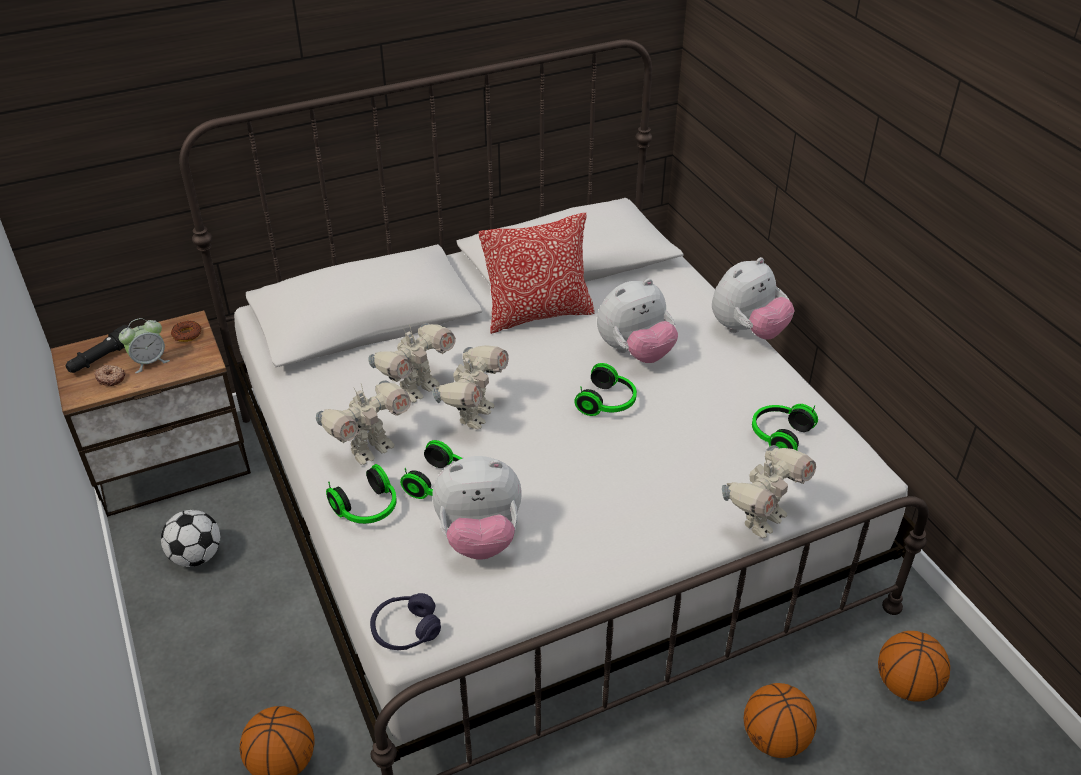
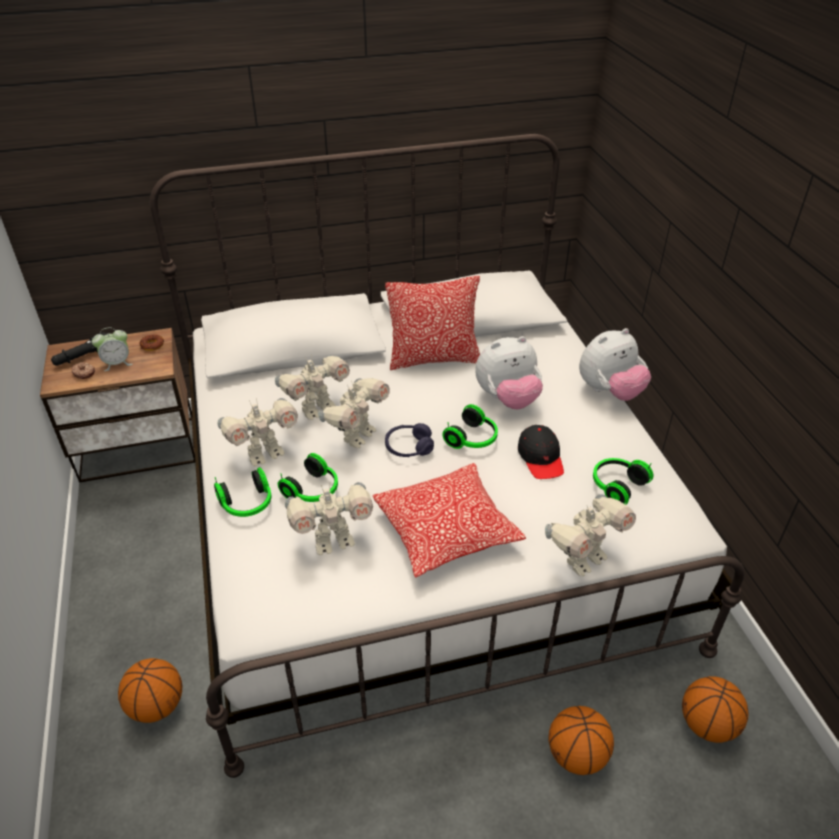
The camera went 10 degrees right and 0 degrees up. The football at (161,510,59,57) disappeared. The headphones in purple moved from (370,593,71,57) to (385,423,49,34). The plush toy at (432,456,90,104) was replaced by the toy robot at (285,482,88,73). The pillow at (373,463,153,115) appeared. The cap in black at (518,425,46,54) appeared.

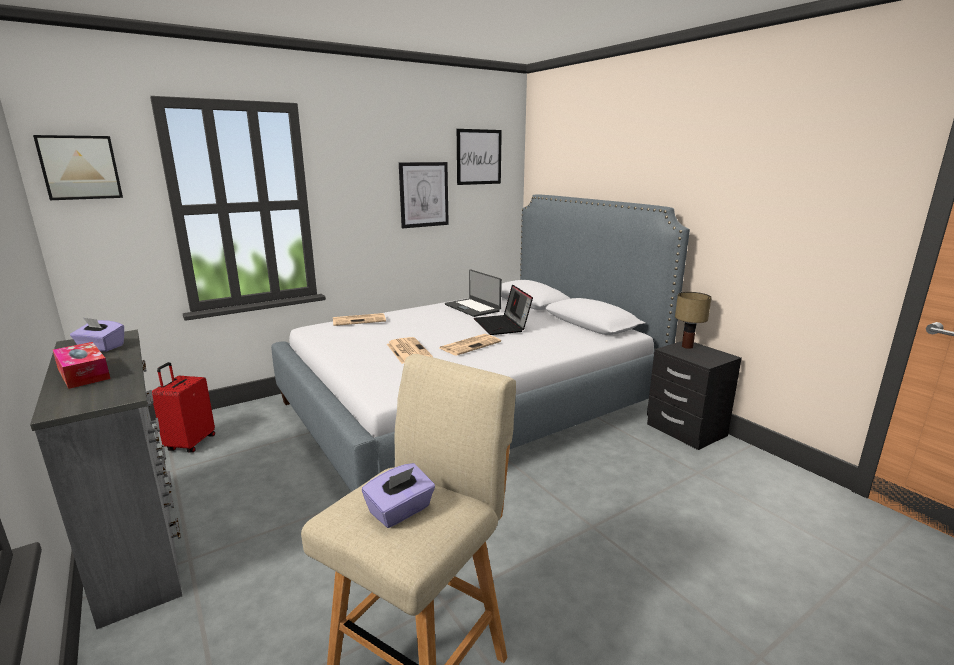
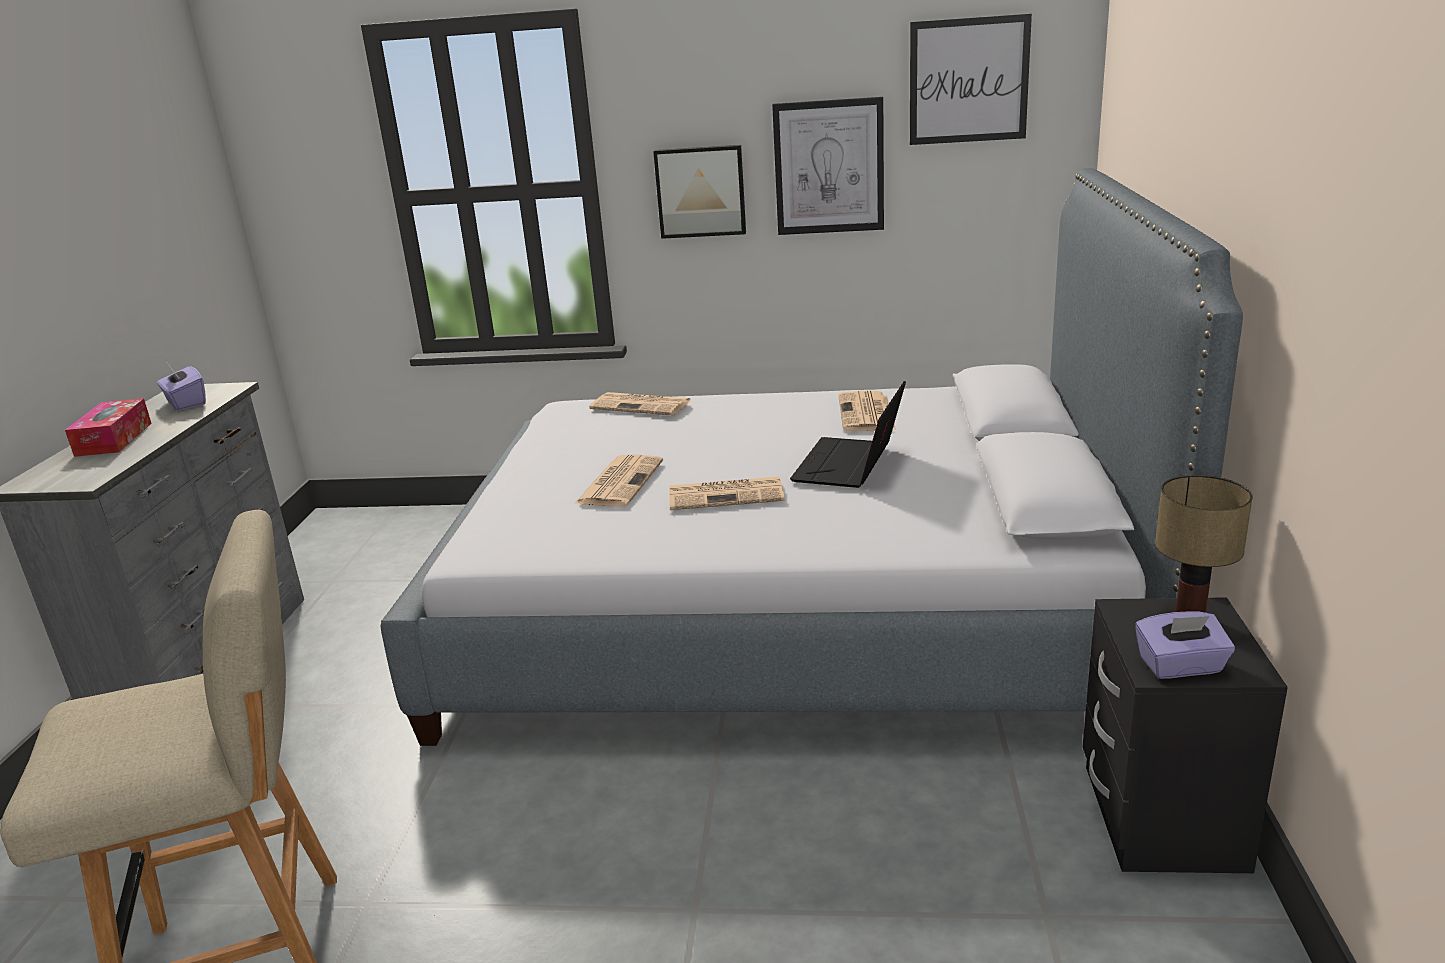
The camera went 40 degrees right and 5 degrees up. The picture moved from (33,135,90,65) to (653,145,93,94). The suitcase in red at (152,362,63,91) disappeared. The tissue box in purple moved from (362,463,73,65) to (1135,611,100,68). The laptop at (445,269,57,48) was replaced by the newspaper at (838,391,58,40).

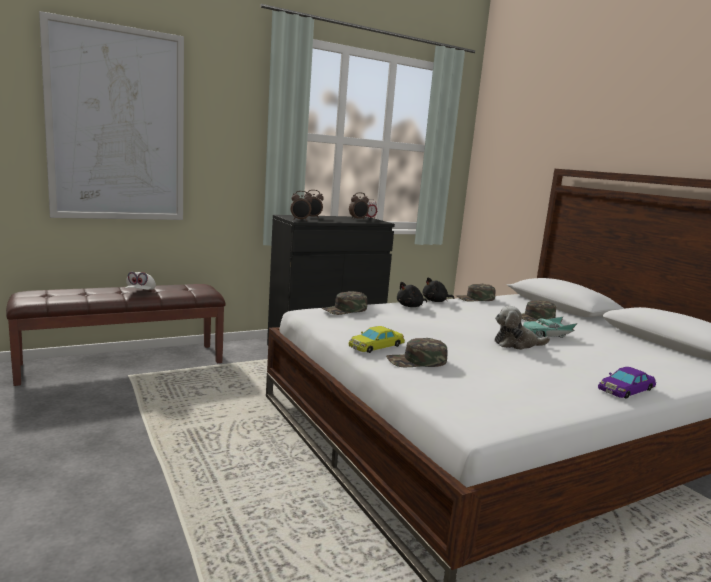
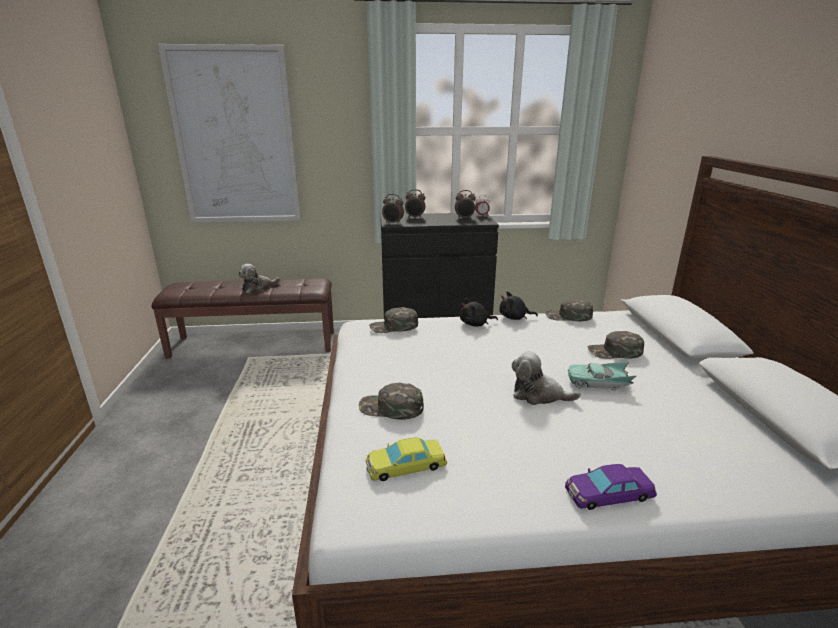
The camera went 25 degrees right and 10 degrees up. The cap in white at (125,272,31,18) was replaced by the plush toy at (238,264,42,30). The toy car in yellow moved from (349,326,56,27) to (366,437,81,44).

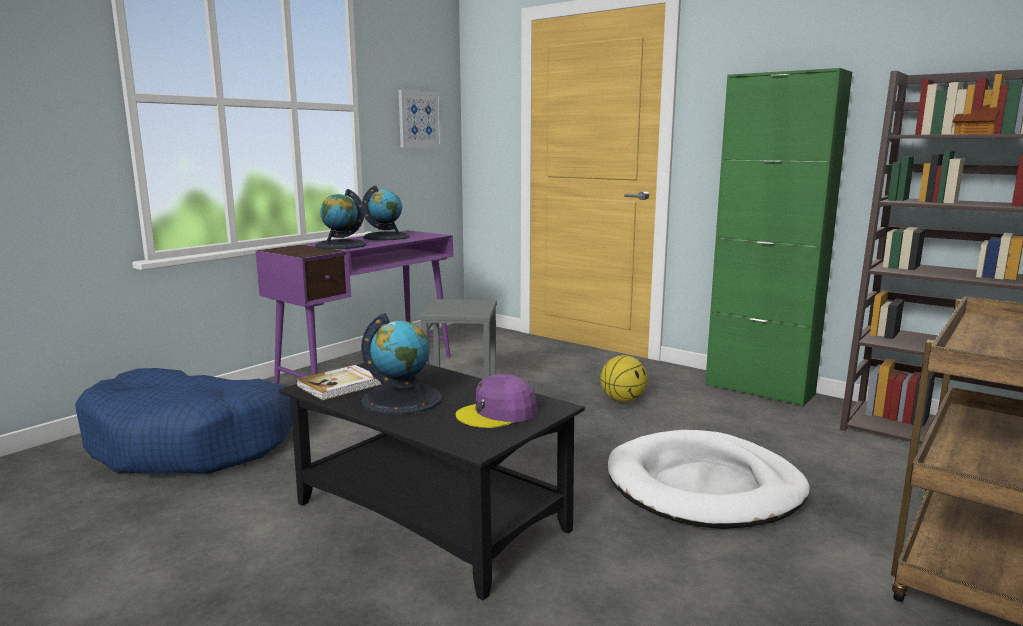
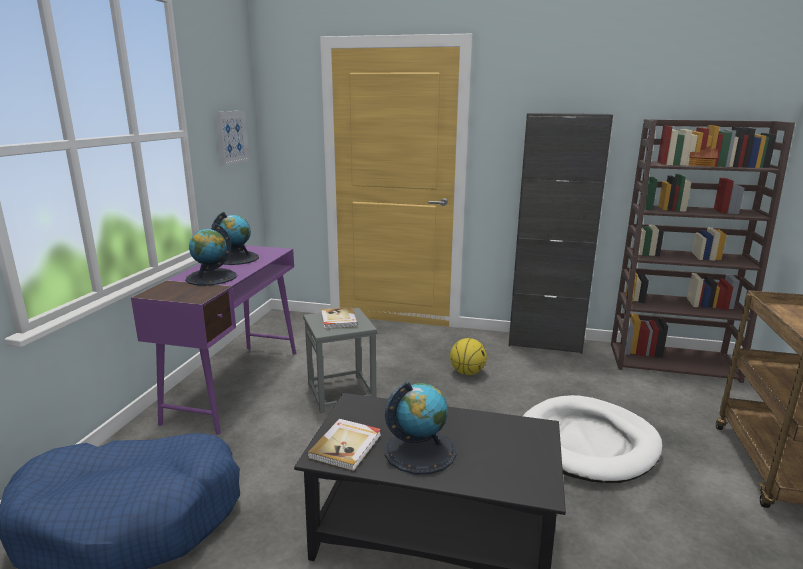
The camera went 25 degrees left and 5 degrees up. The cap in purple at (456,374,81,54) disappeared. The cabinet in green at (705,68,147,339) became the cabinet in black at (509,113,104,241). The book at (321,307,37,22) appeared.

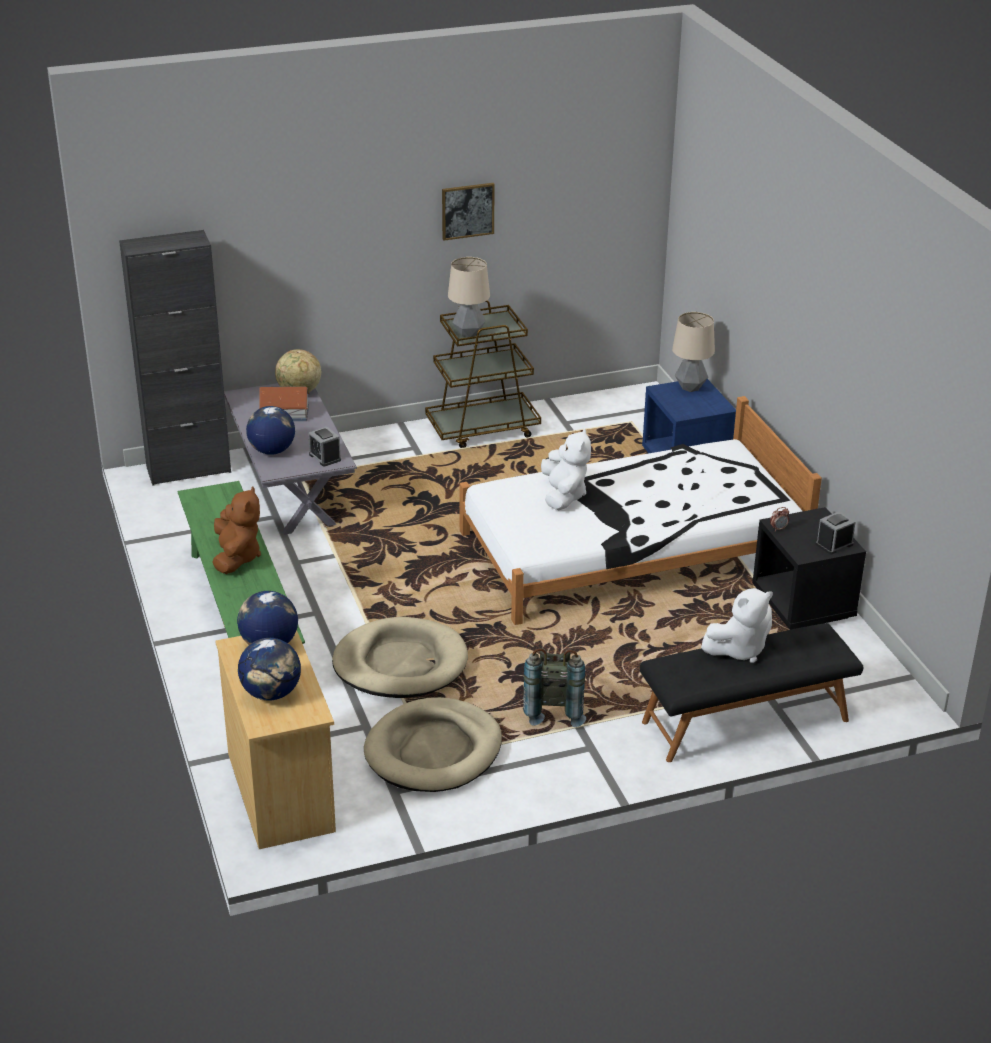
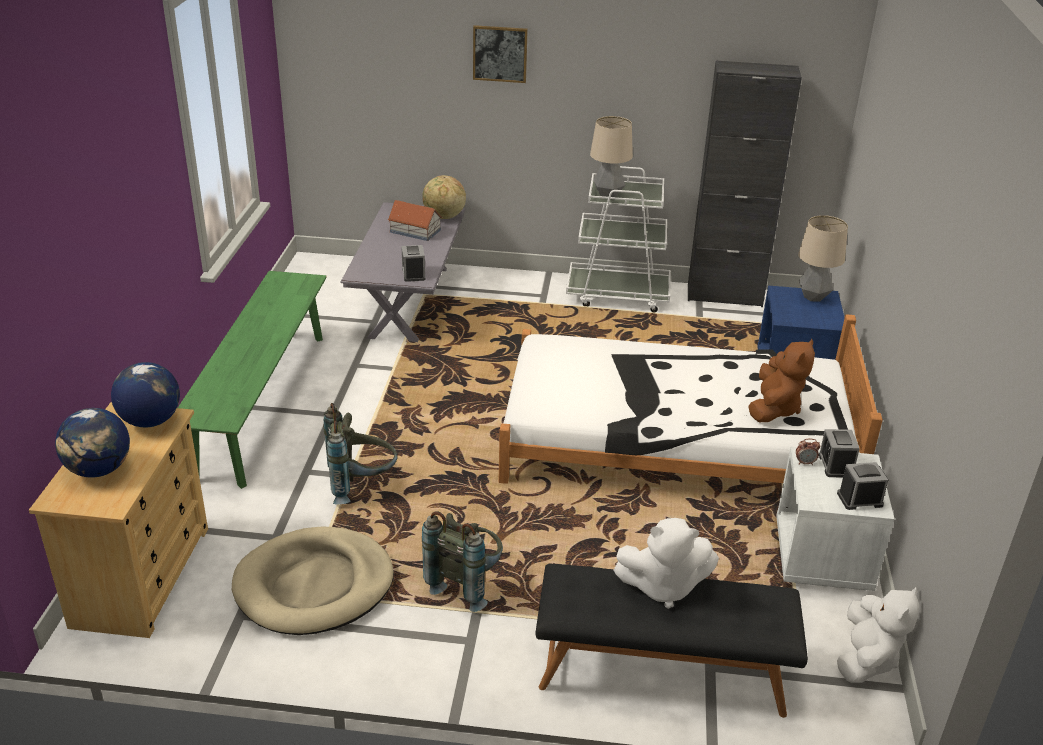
The camera went 25 degrees right and 0 degrees up. The cabinet in black moved from (119,230,112,256) to (688,61,114,246). The plush toy in brown moved from (212,486,49,88) to (748,339,67,83). The globe at (246,406,49,49) disappeared. The dog bed in beige at (332,617,136,81) was replaced by the backpack in grey at (323,403,74,101). The cart in brown at (425,300,116,148) became the cart in white at (566,166,105,147). The picture moved from (442,183,53,58) to (473,25,55,58). The plush toy in white moved from (541,428,50,82) to (837,587,83,96). The nightstand in black at (752,507,114,123) became the nightstand in white at (776,447,119,144). The alarm clock at (819,429,41,48) appeared.

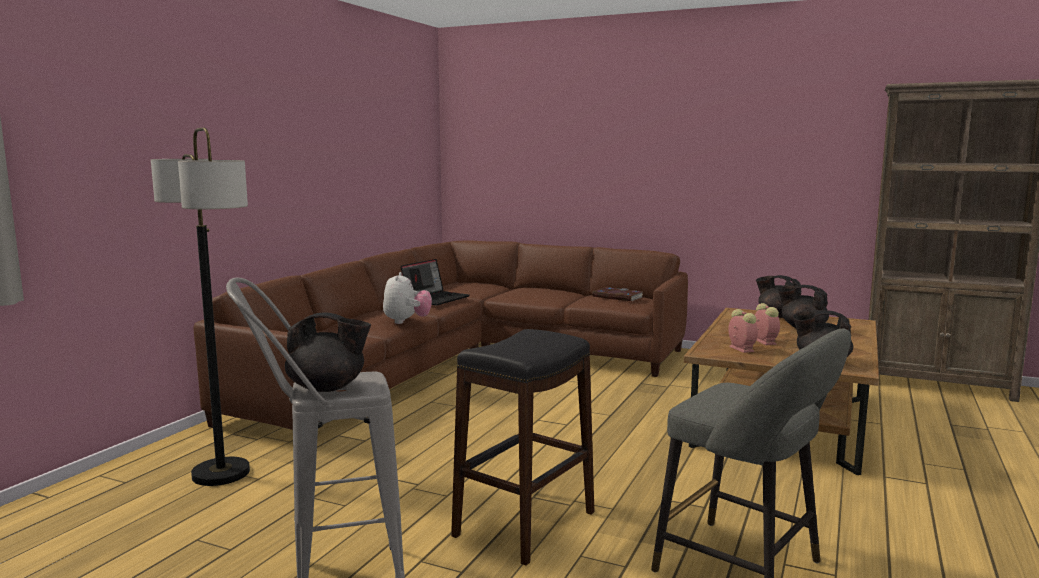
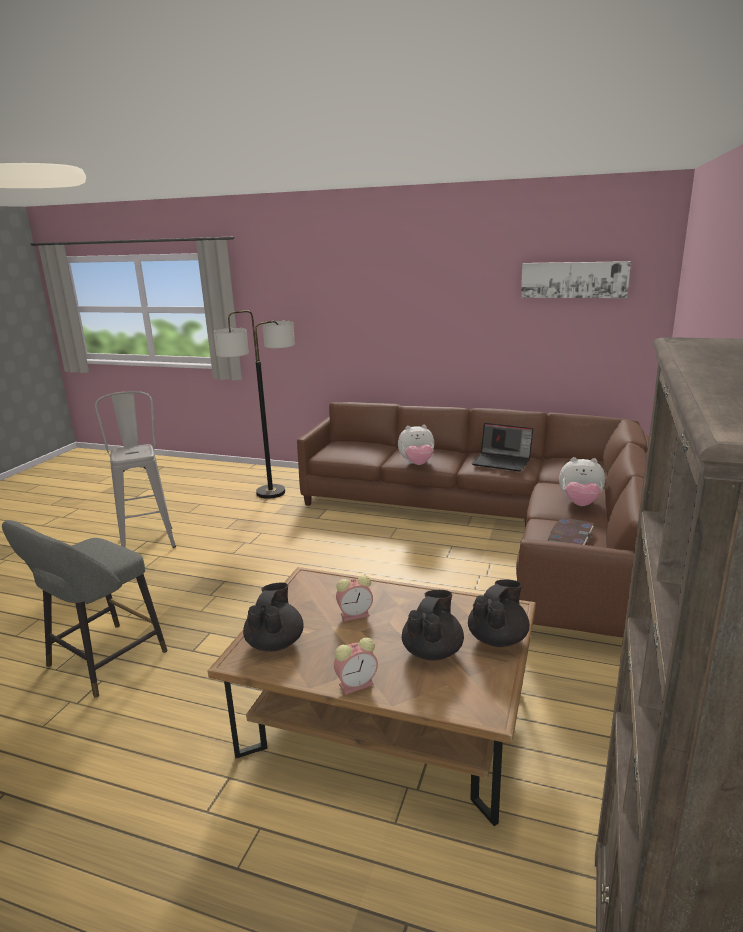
The camera went 85 degrees right and 10 degrees up. The teapot in black at (285,312,86,80) disappeared. The stool in black at (451,329,143,237) disappeared. The alarm clock moved from (728,309,30,44) to (334,638,44,57). The picture at (521,261,110,37) appeared. The plush toy at (559,457,46,49) appeared.

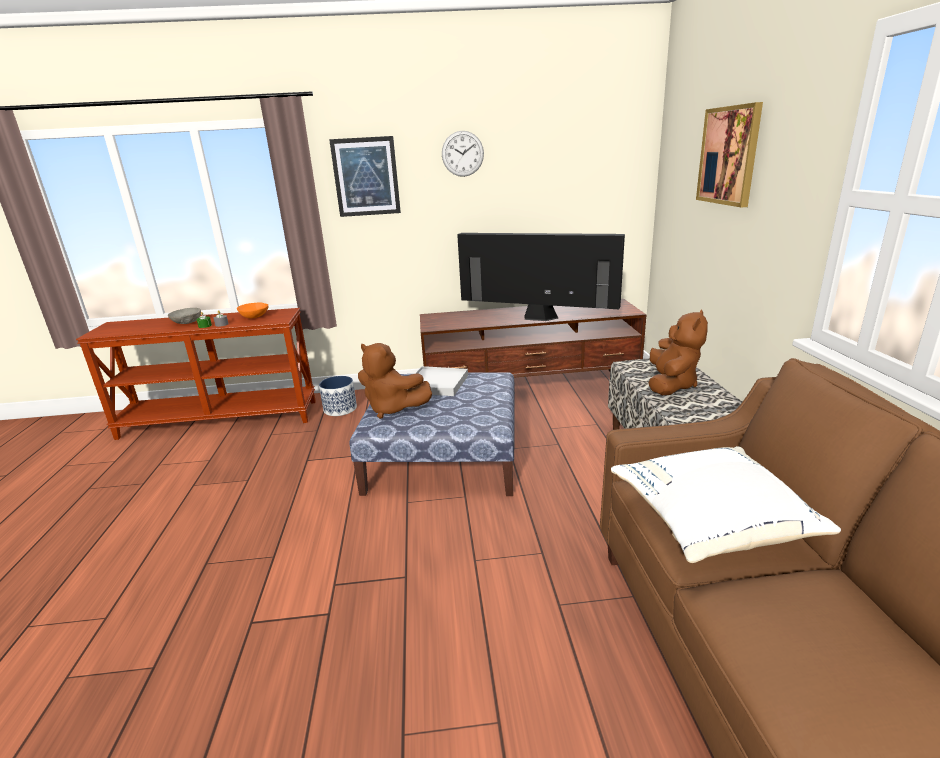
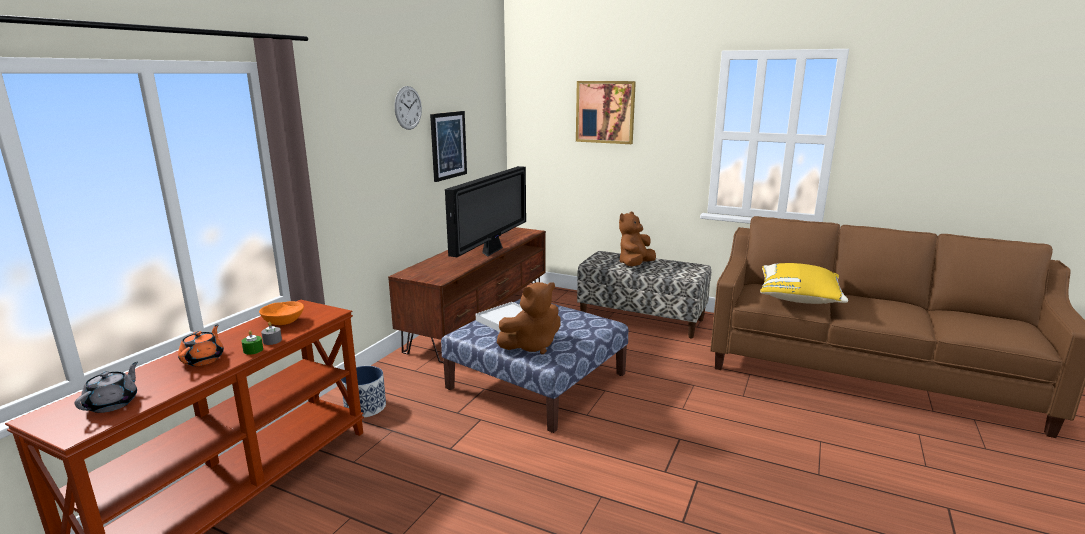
The camera went 60 degrees left and 5 degrees down. The bowl in grey at (168,308,33,16) was replaced by the teapot in orange at (178,324,46,42). The picture moved from (329,136,72,81) to (430,111,37,71). The television at (457,233,168,88) turned 150 degrees clockwise. The pillow in white at (611,446,230,117) became the pillow in yellow at (760,263,88,41). The plush toy in brown at (649,309,59,86) turned 105 degrees counterclockwise. The teapot in grey at (75,361,63,52) appeared.

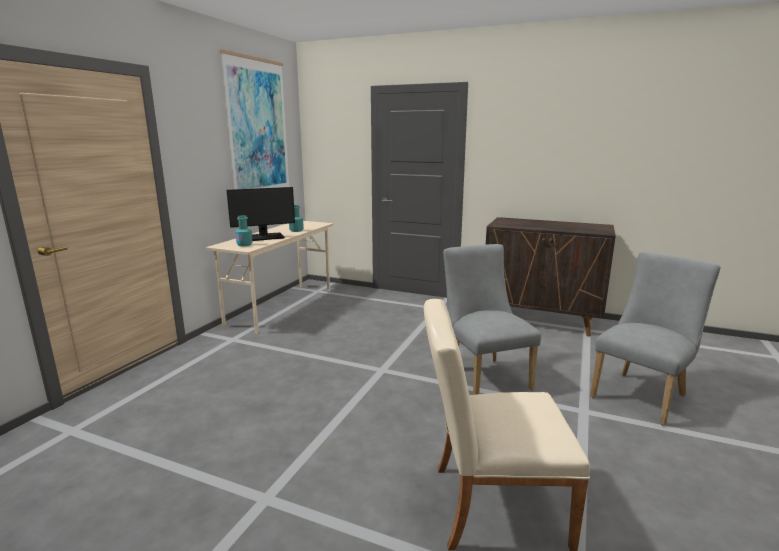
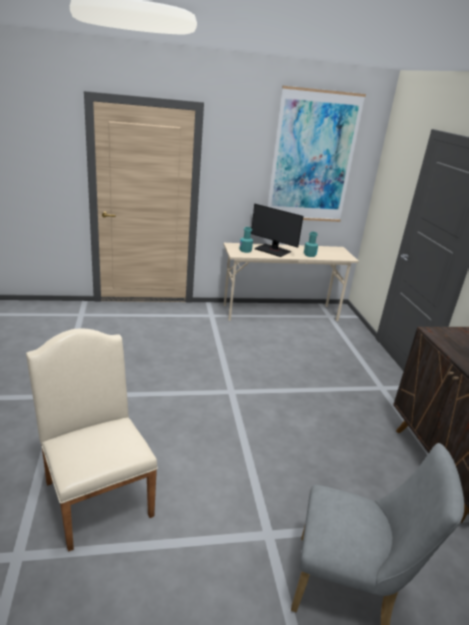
The camera went 55 degrees right and 10 degrees up. The chair in grey at (443,244,98,151) disappeared.

